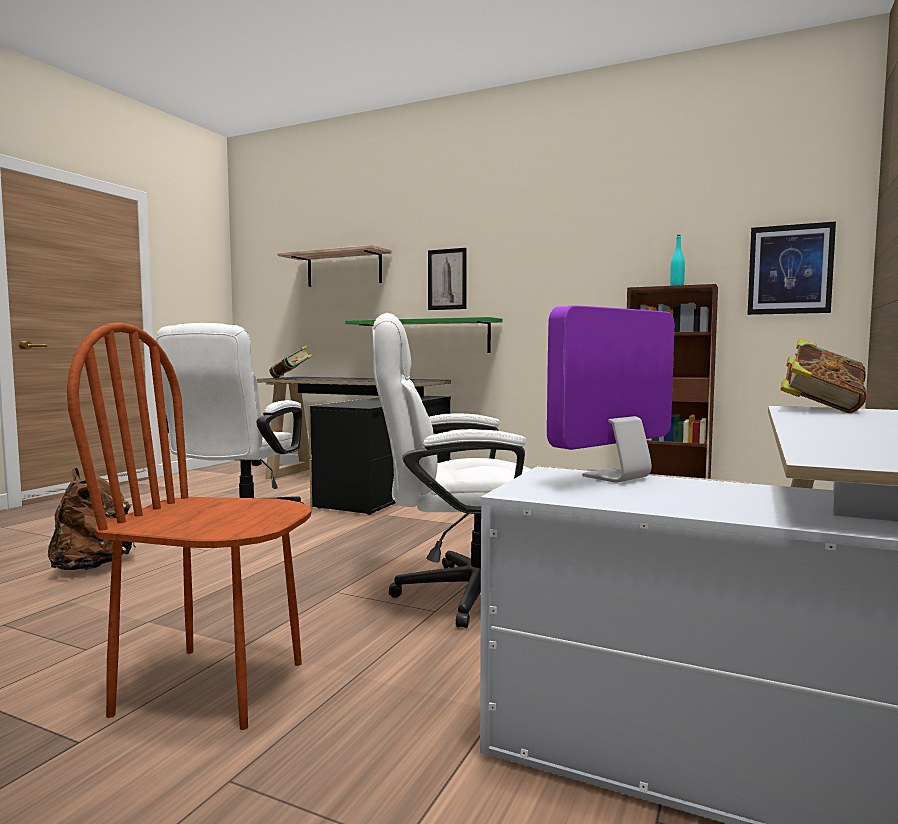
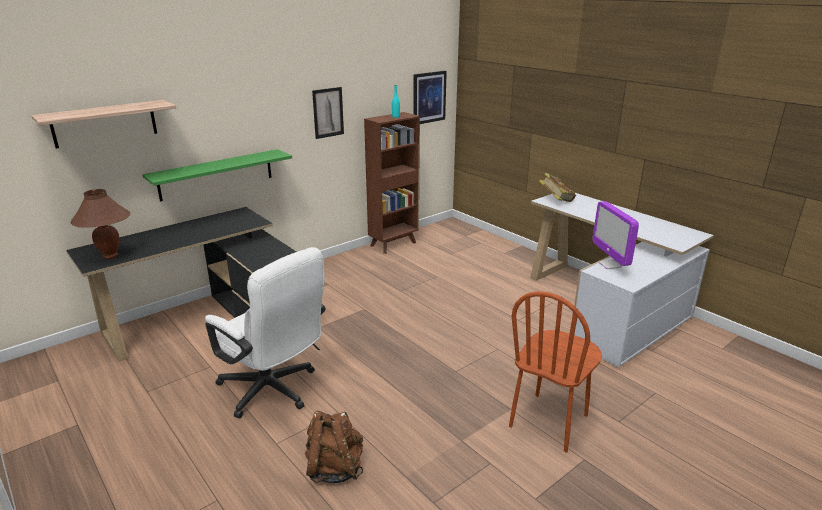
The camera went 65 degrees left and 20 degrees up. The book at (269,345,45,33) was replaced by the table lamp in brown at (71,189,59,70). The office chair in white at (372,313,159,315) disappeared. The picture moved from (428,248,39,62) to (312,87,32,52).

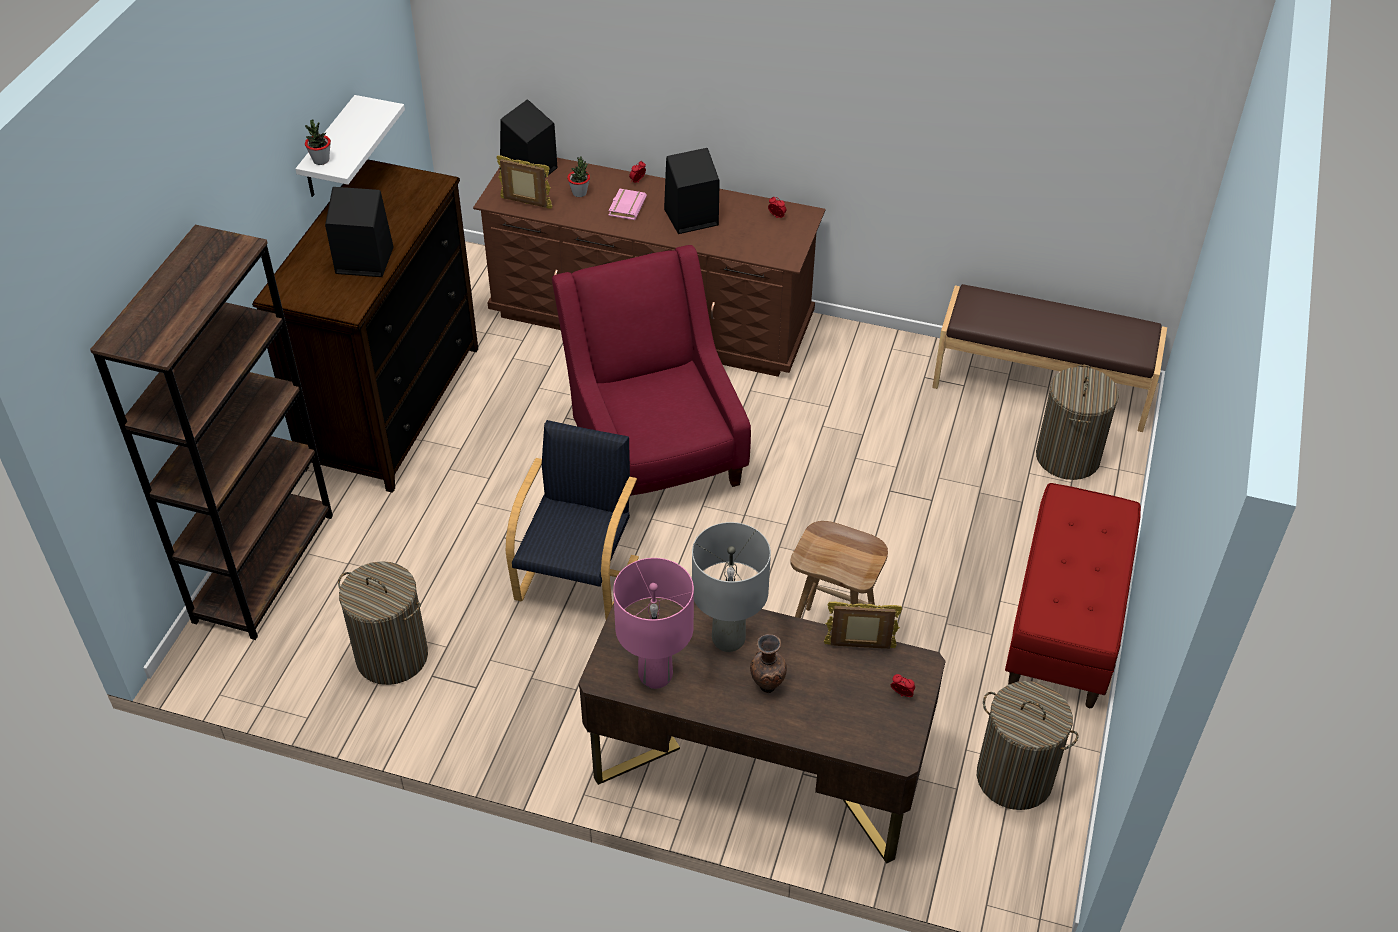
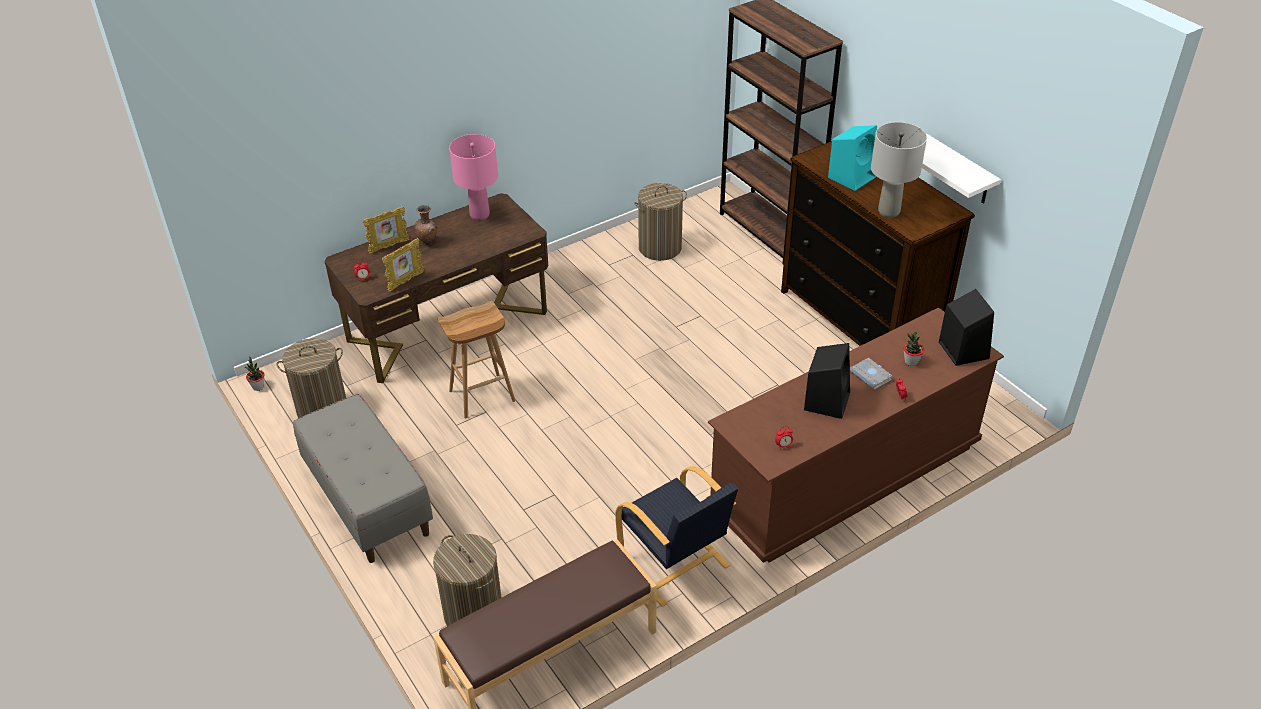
The camera went 130 degrees right and 5 degrees down. The potted plant moved from (305,119,26,46) to (245,356,19,35). The speaker in black at (325,187,69,90) became the speaker in turquoise at (828,125,49,66). The picture frame moved from (496,155,56,54) to (363,206,46,47). The armchair in black moved from (506,420,133,200) to (615,466,123,141). The armchair in red at (552,245,199,251) disappeared. The book in pink at (608,188,39,32) became the book in grey at (850,358,42,32). The table lamp in grey moved from (692,522,79,130) to (871,122,56,96). The bench in red at (1005,483,136,225) became the bench in grey at (293,394,140,169).

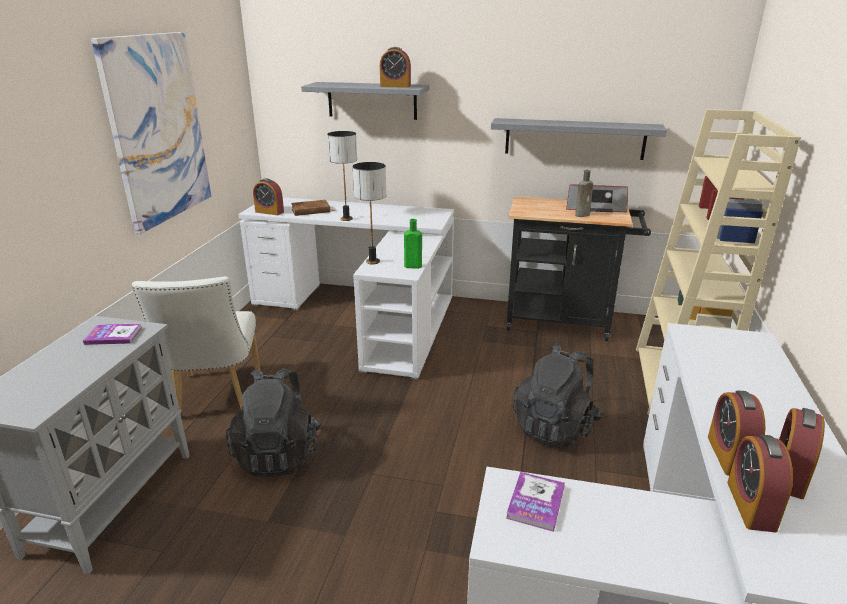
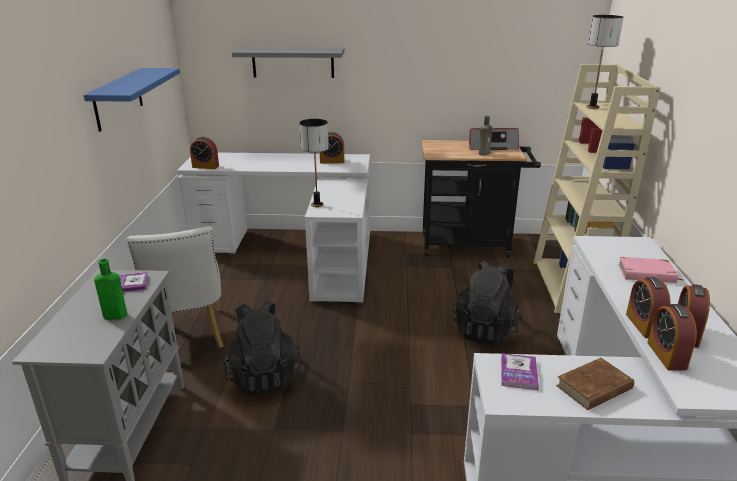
The camera went 10 degrees left and 0 degrees up. The picture at (91,32,120,202) was replaced by the shelf in blue at (84,68,96,64). The book in brown moved from (291,200,44,16) to (556,358,78,52). The table lamp moved from (327,131,30,90) to (586,15,37,94). The alarm clock moved from (380,47,31,41) to (320,132,24,32). The bottle in green moved from (404,219,18,50) to (94,259,33,61). The shelf in grey at (491,118,176,42) disappeared. The book in pink at (618,257,66,26) appeared.

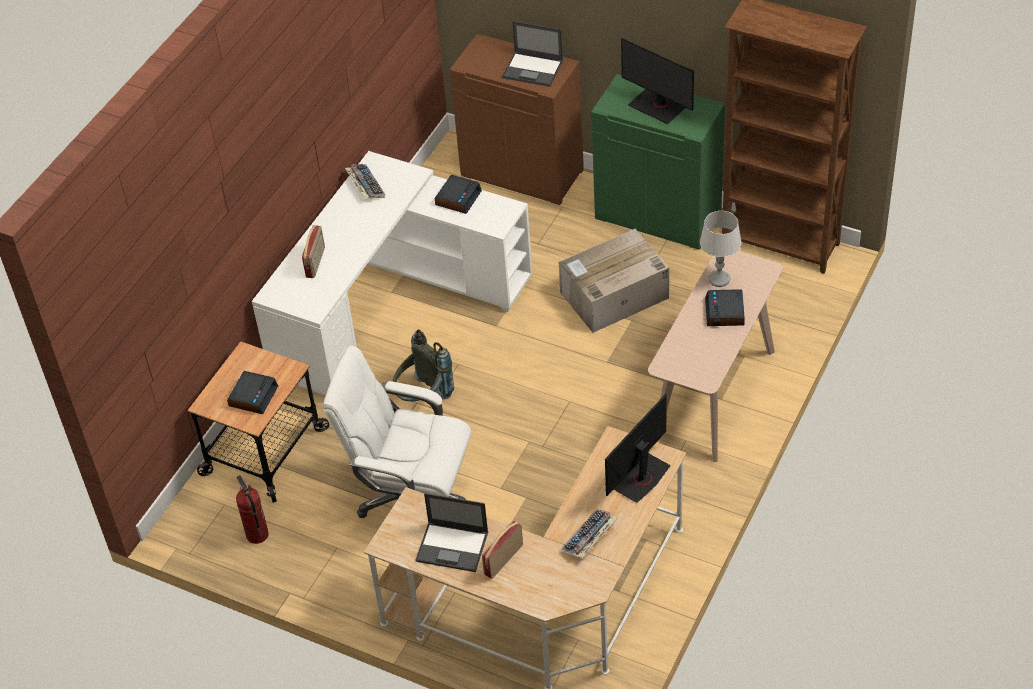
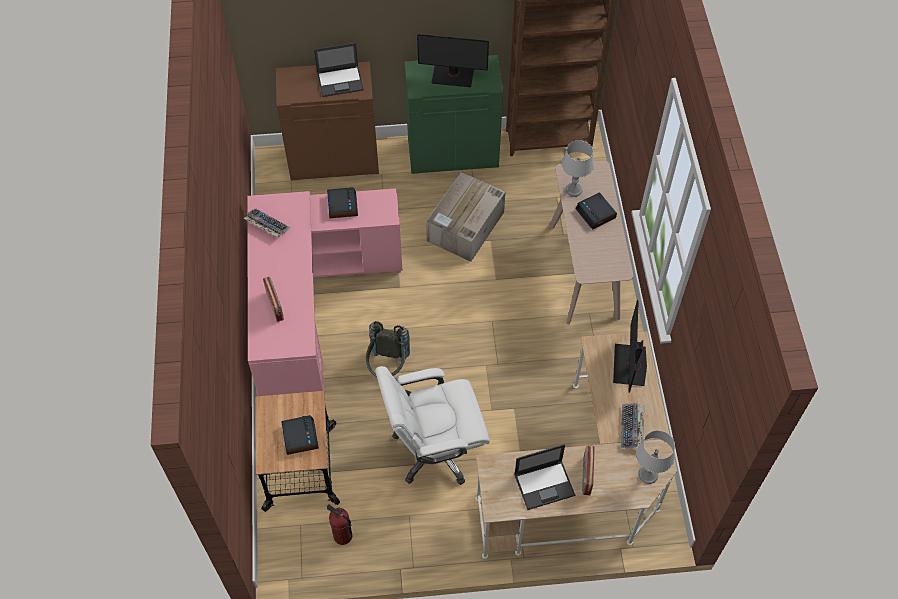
The camera went 35 degrees left and 10 degrees up. The desk in white at (252,151,280,244) became the desk in pink at (247,188,156,208). The table lamp in grey at (636,430,39,54) appeared.

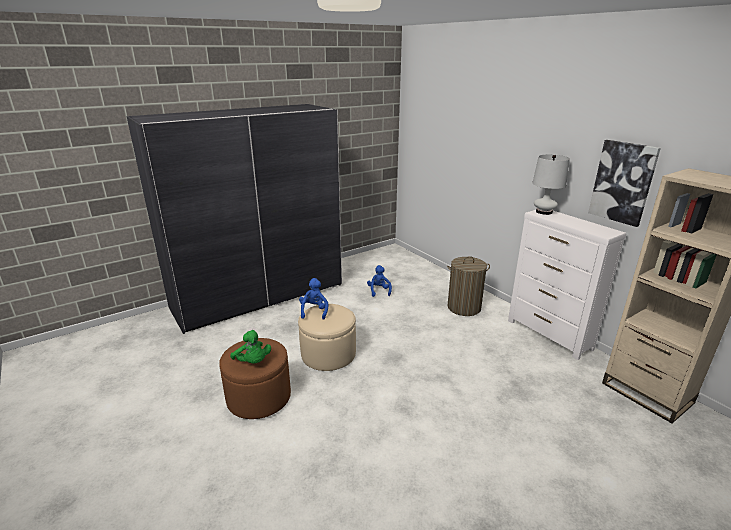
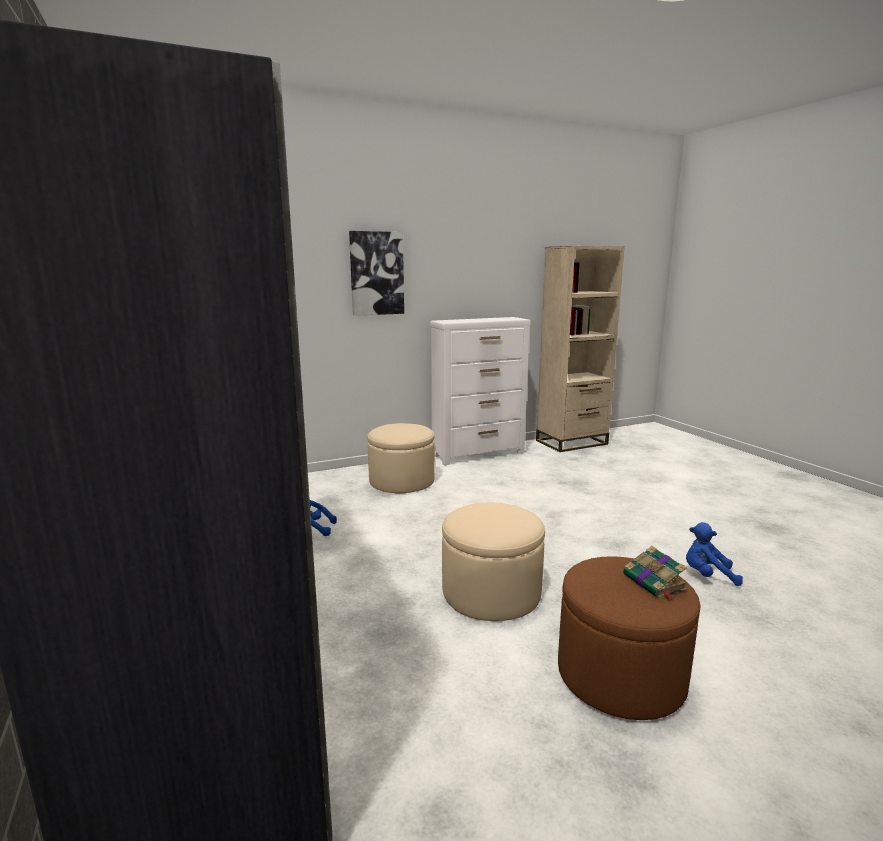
The camera went 80 degrees left and 10 degrees down. The plush toy in green at (230,330,41,34) was replaced by the book at (623,546,64,54). The plush toy in blue moved from (299,278,29,42) to (686,522,57,64). The laundry basket at (447,256,43,60) was replaced by the ottoman in beige at (367,423,68,70). The table lamp in white at (532,154,38,61) disappeared. The picture moved from (588,140,73,87) to (349,231,55,85).

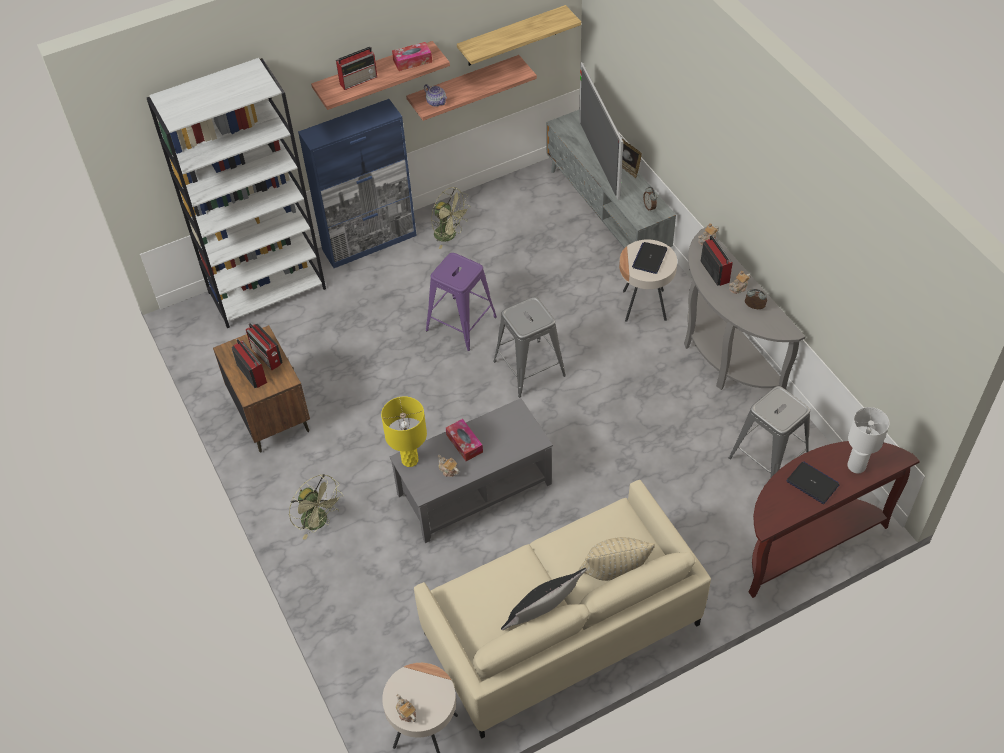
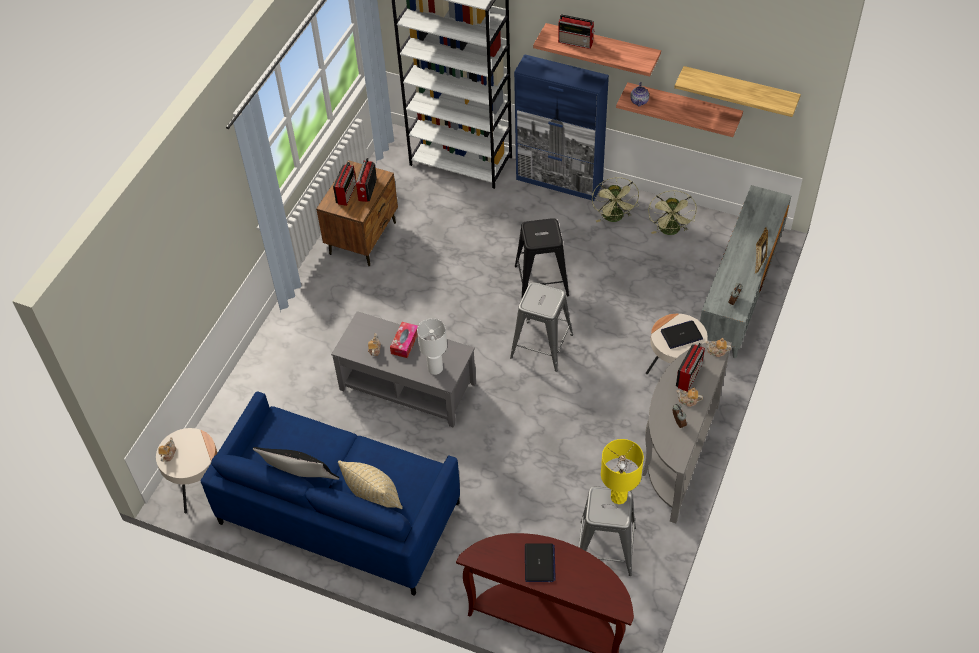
The camera went 50 degrees right and 0 degrees up. The fan in green moved from (289,474,54,66) to (648,190,49,45). The table lamp in yellow moved from (381,396,46,71) to (601,439,43,65). The tissue box at (392,42,40,29) disappeared. The sofa in beige at (414,480,297,259) became the sofa in blue at (201,392,259,204). The stool in purple at (426,253,71,98) became the stool in black at (515,218,54,80). The television at (579,62,44,138) disappeared. The table lamp in white moved from (847,407,43,66) to (417,318,30,57).

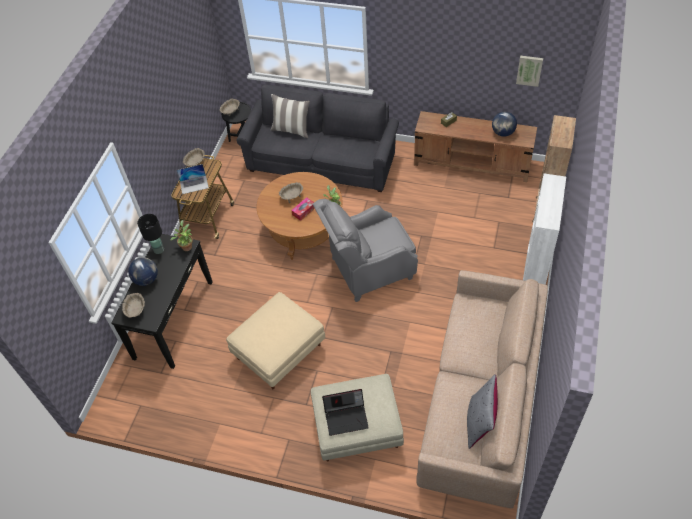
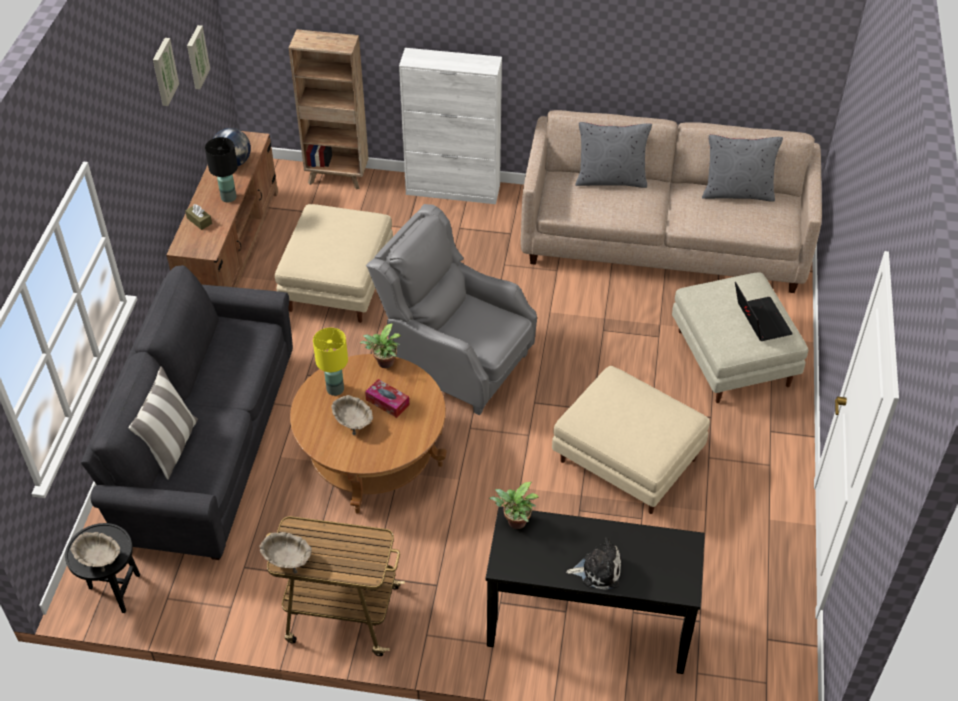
The camera went 100 degrees left and 5 degrees down. The bowl in beige at (122,293,23,25) disappeared. The globe at (128,257,30,29) was replaced by the plush toy at (566,537,55,53). The table lamp in black moved from (137,214,27,40) to (205,137,33,66). The laptop at (176,164,33,30) disappeared. The armchair in grey at (313,199,105,103) turned 150 degrees clockwise. The picture at (153,38,26,68) appeared. The ottoman in beige at (275,204,118,119) appeared. The table lamp in yellow at (313,328,35,68) appeared. The pillow in grey at (575,122,77,66) appeared.

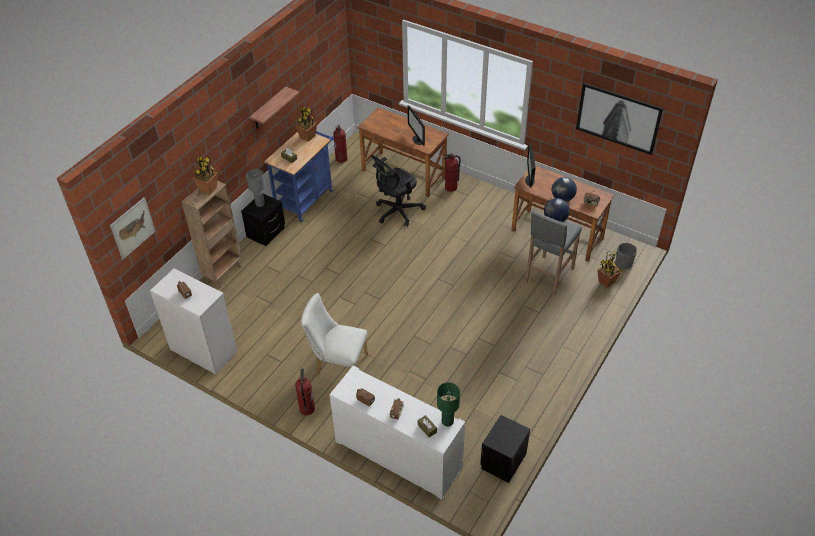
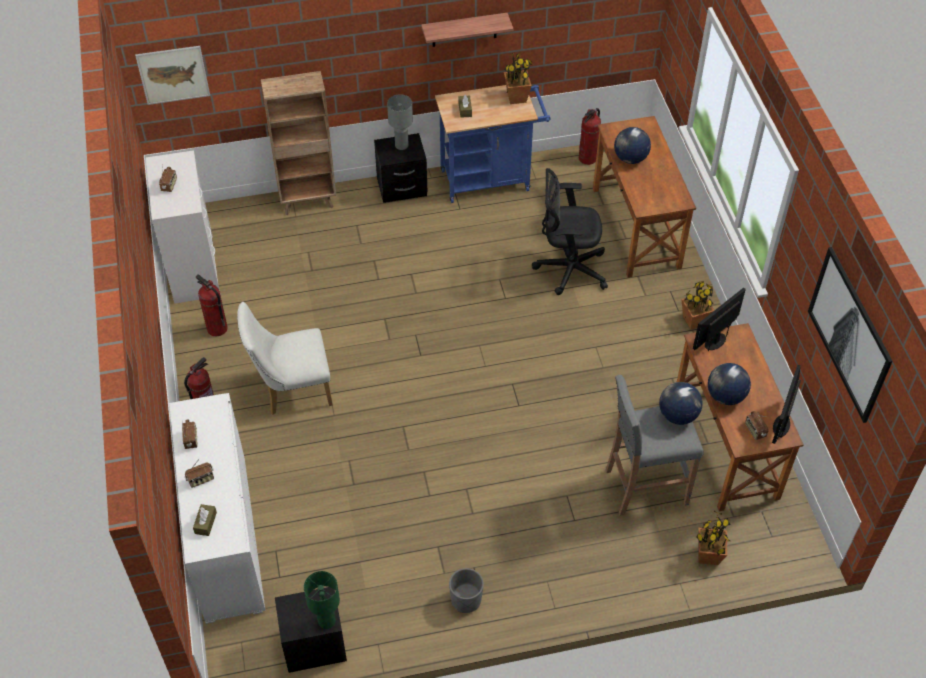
The camera went 45 degrees right and 5 degrees up. The potted plant moved from (193,156,25,39) to (681,281,33,49). The chair in white at (301,293,67,82) turned 75 degrees counterclockwise. The monitor moved from (408,105,17,41) to (772,365,29,79). The table lamp in green moved from (437,382,23,44) to (304,571,36,58). The fire extinguisher moved from (444,153,17,39) to (196,275,32,61). The planter in grey moved from (616,243,21,26) to (449,568,35,45). The globe at (614,127,37,37) appeared.

